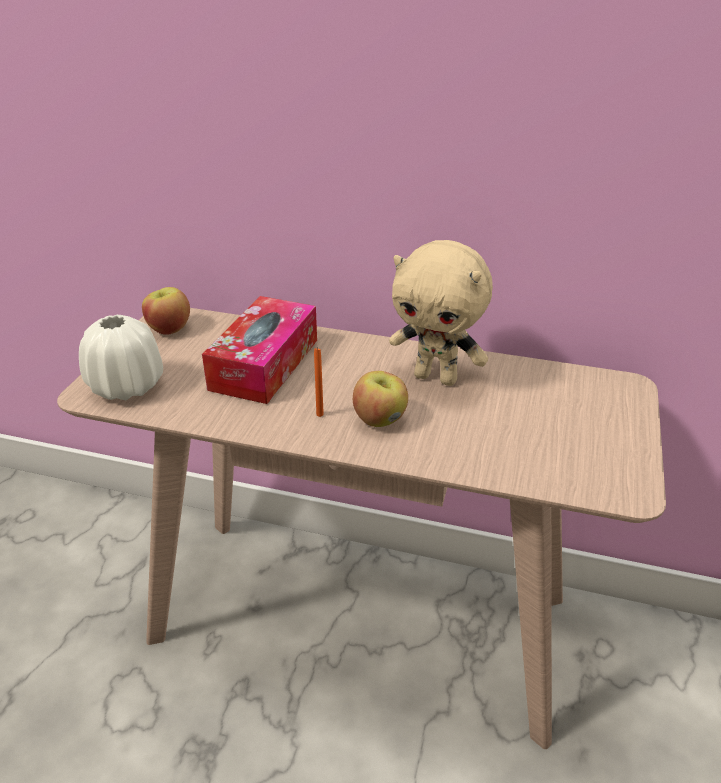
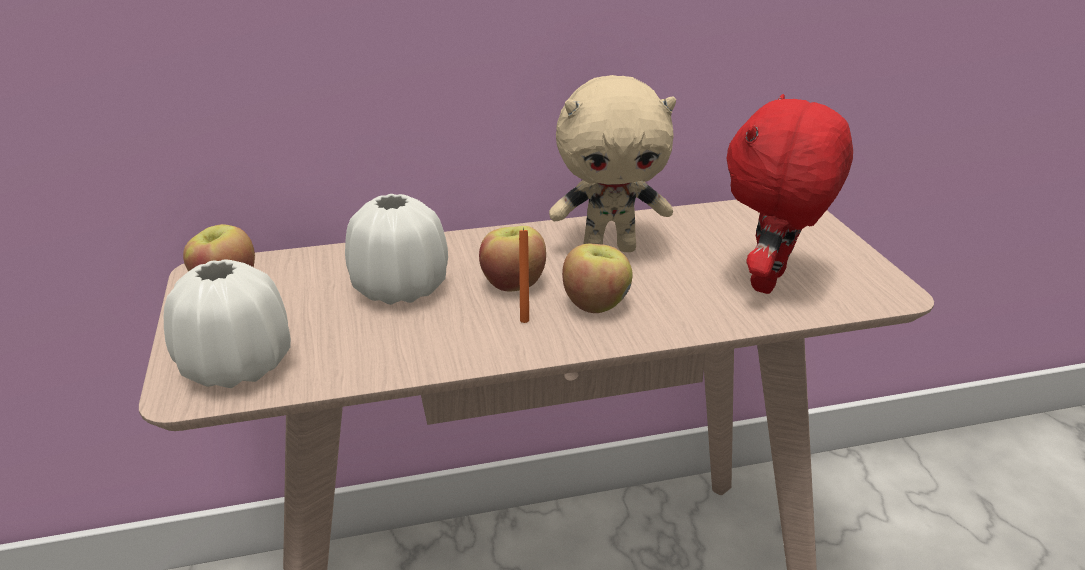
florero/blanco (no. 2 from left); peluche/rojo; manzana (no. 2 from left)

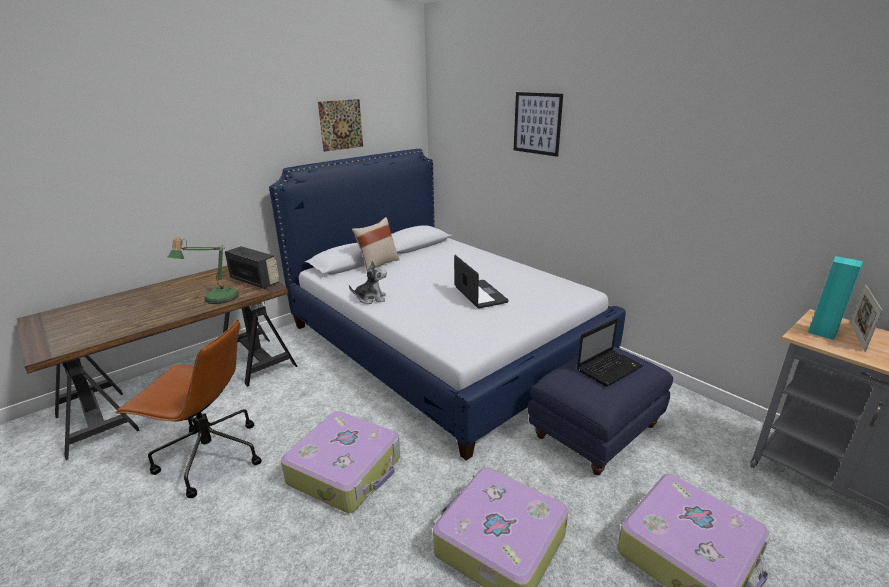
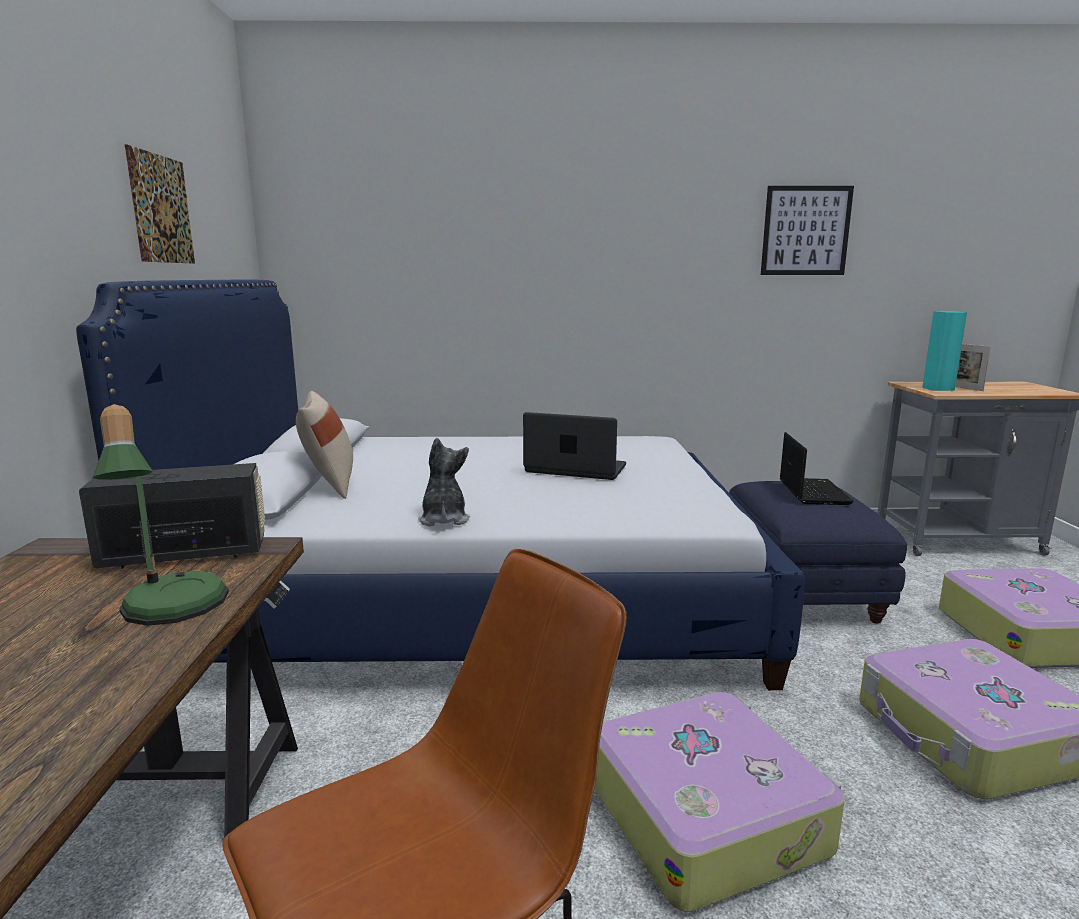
cuadro (no. 2 from left); peluche

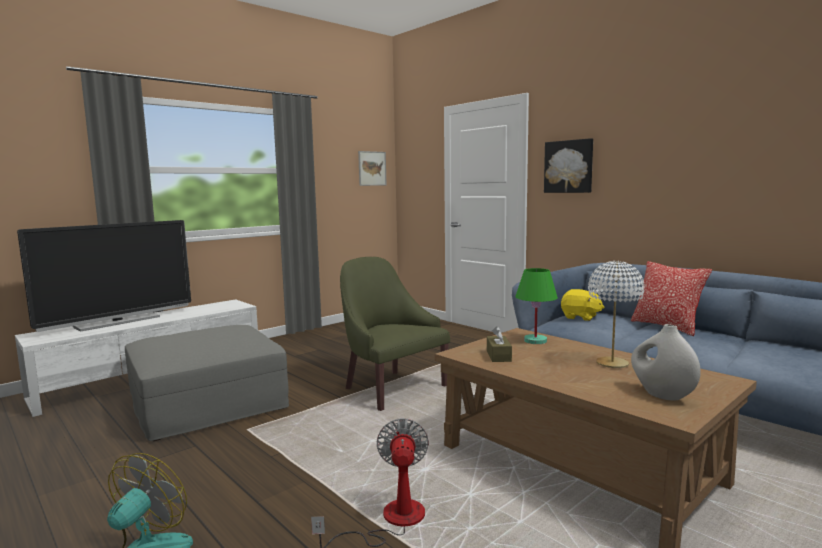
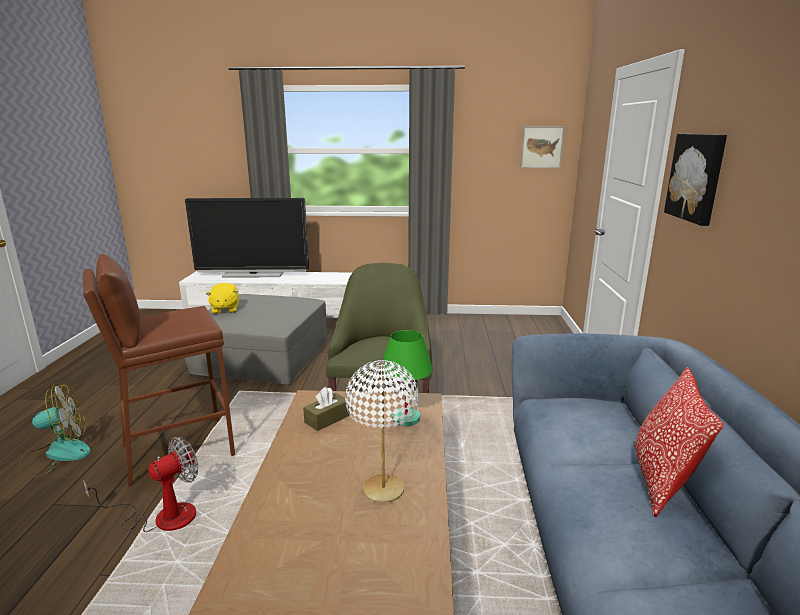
peluche/amarillo; florero/blanco; taburete/marrón

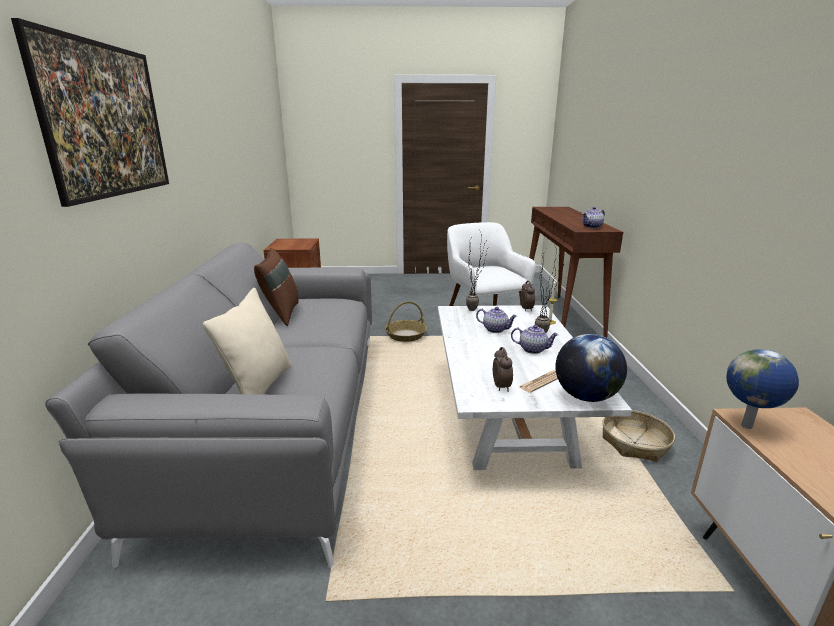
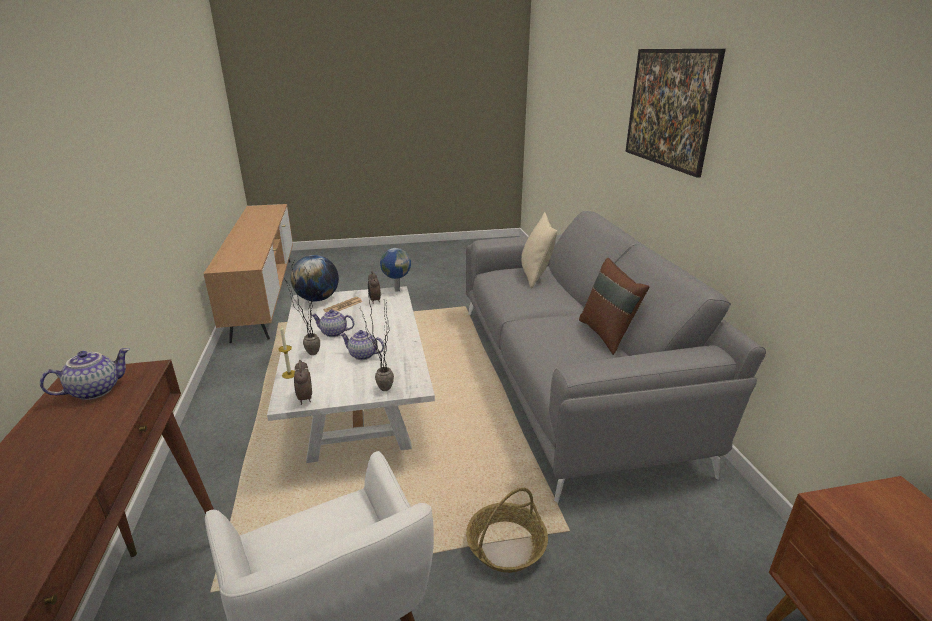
globo terráqueo (no. 2 from left); cesta (no. 2 from left in the first image)

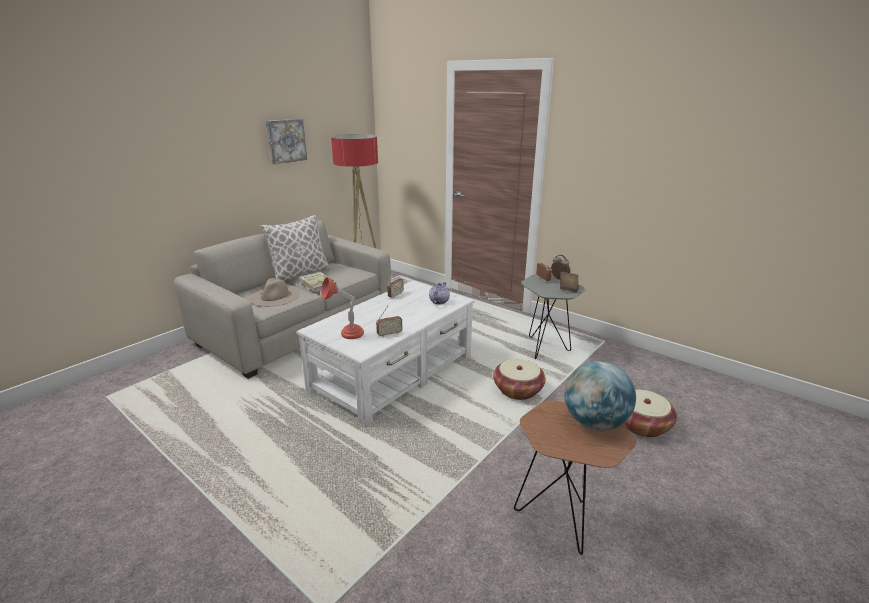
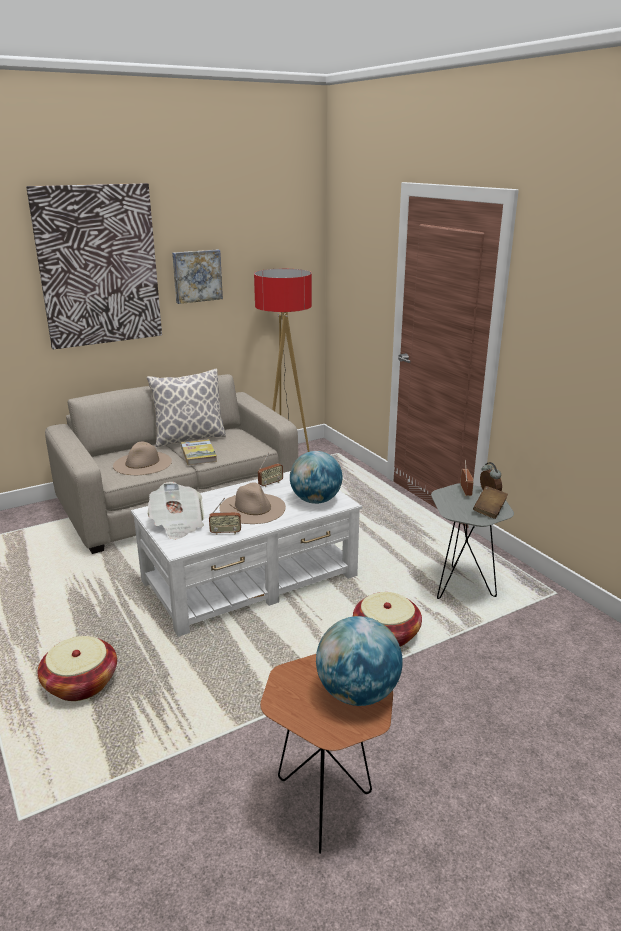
periódico; globo terráqueo (no. 1 from left); cesta (no. 1 from left); cuadro (no. 1 from left); sombrero/beis (no. 2 from left)

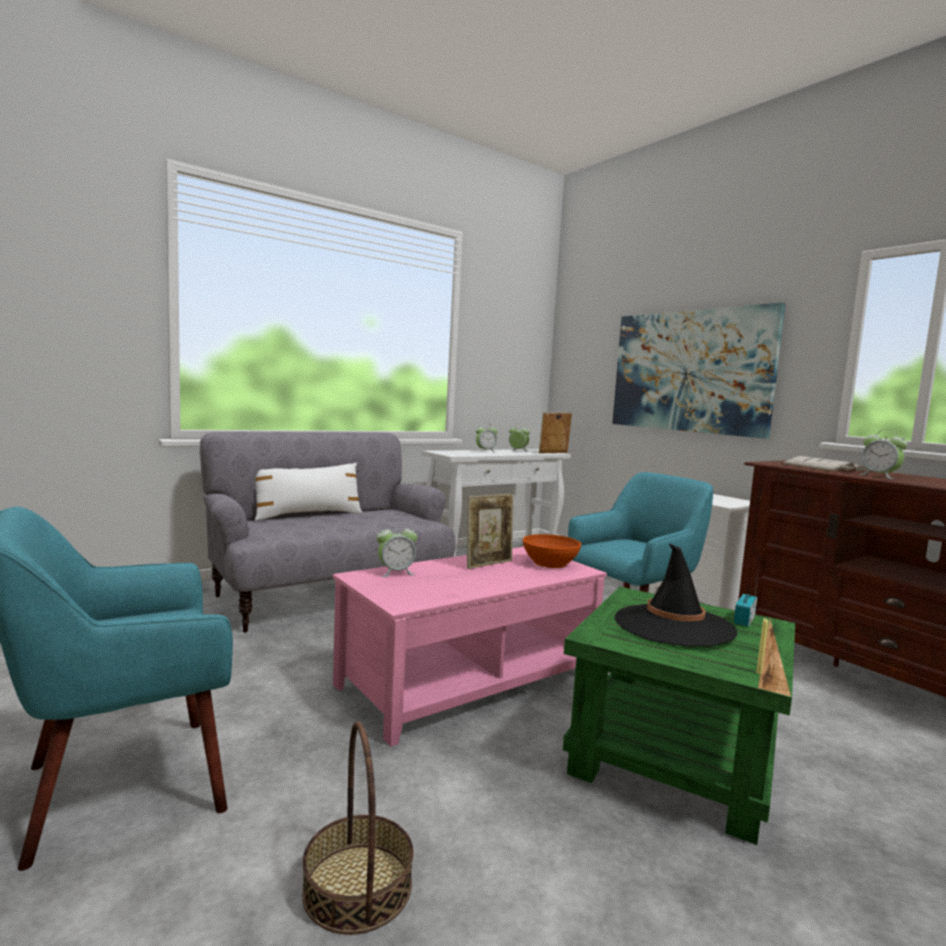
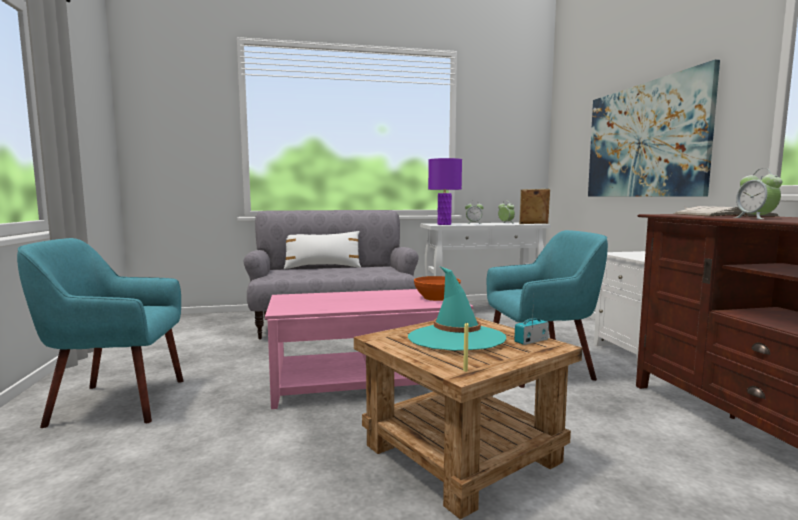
portarretratos (no. 1 from left in the first image); despertador (no. 1 from left in the first image); sombrero/turquesa; mesa auxiliar/marrón; cesta; lámpara de mesa/morado

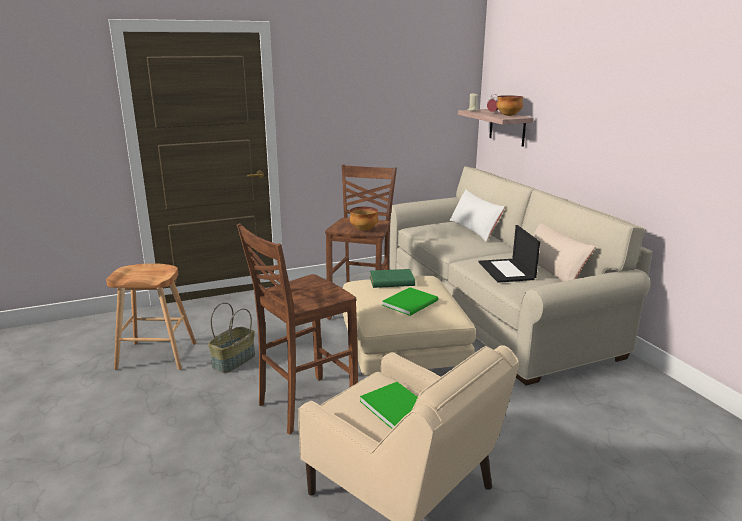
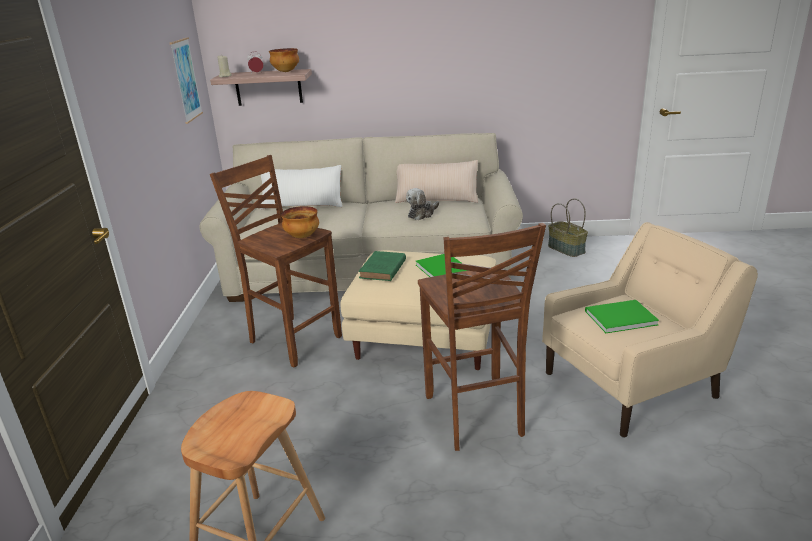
peluche; cesta; cuadro

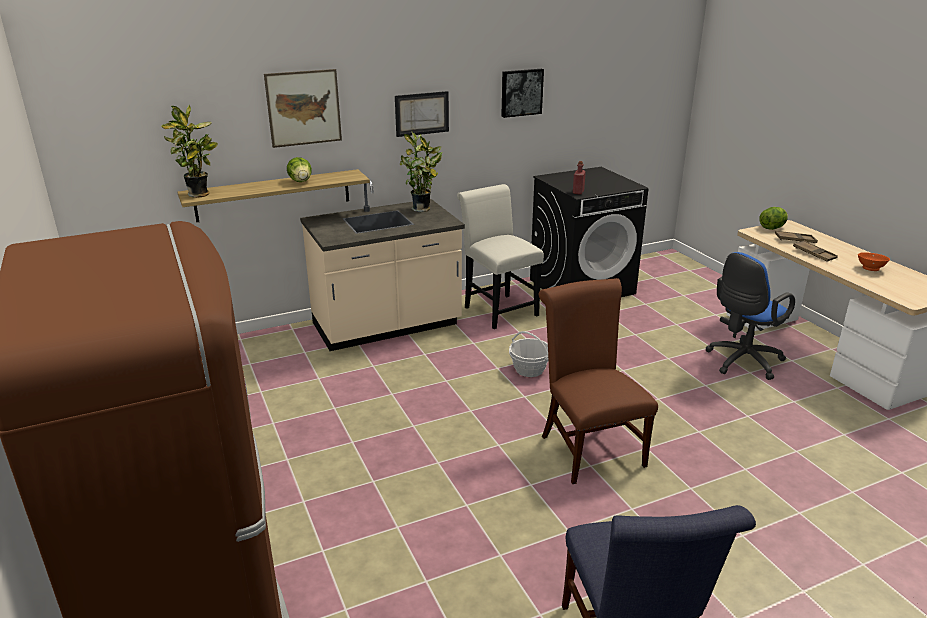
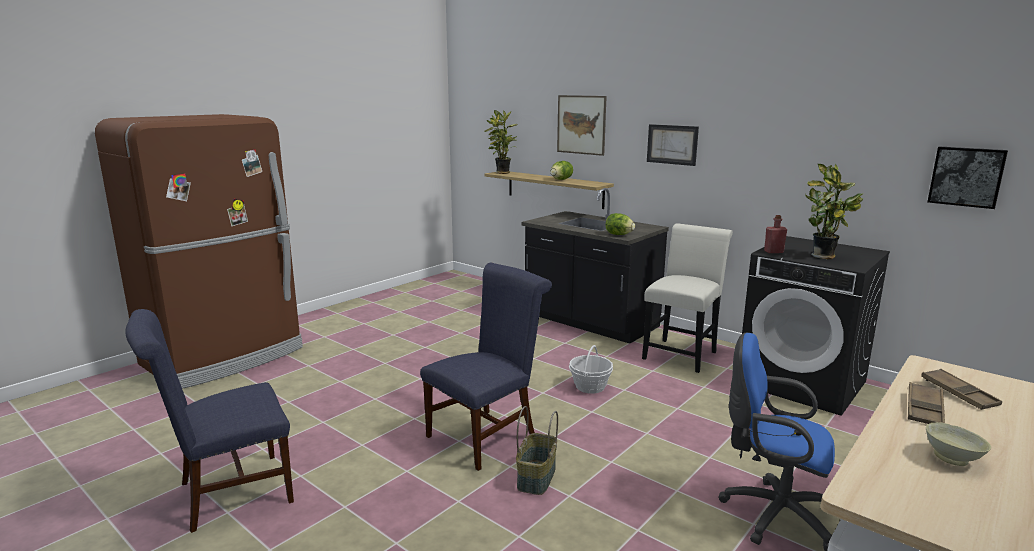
cuadro (no. 3 from left); planta en maceta (no. 2 from left); mueble bajo de cocina/negro; lechuga (no. 2 from left); cuenco/beis; silla/azul (no. 2 from left); cesta (no. 1 from left)

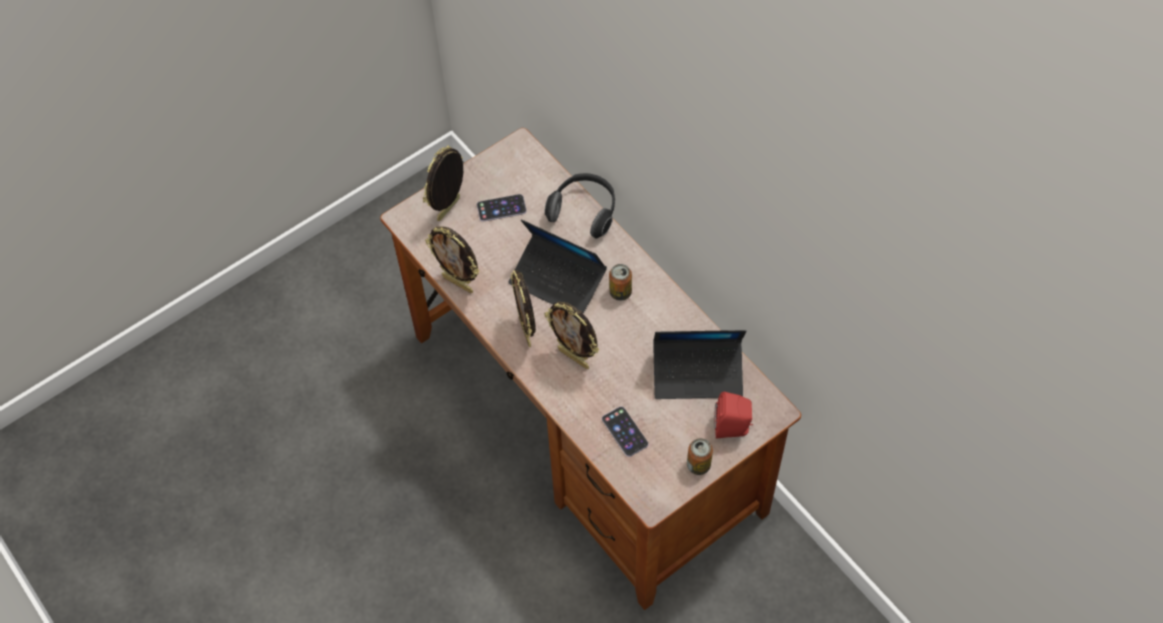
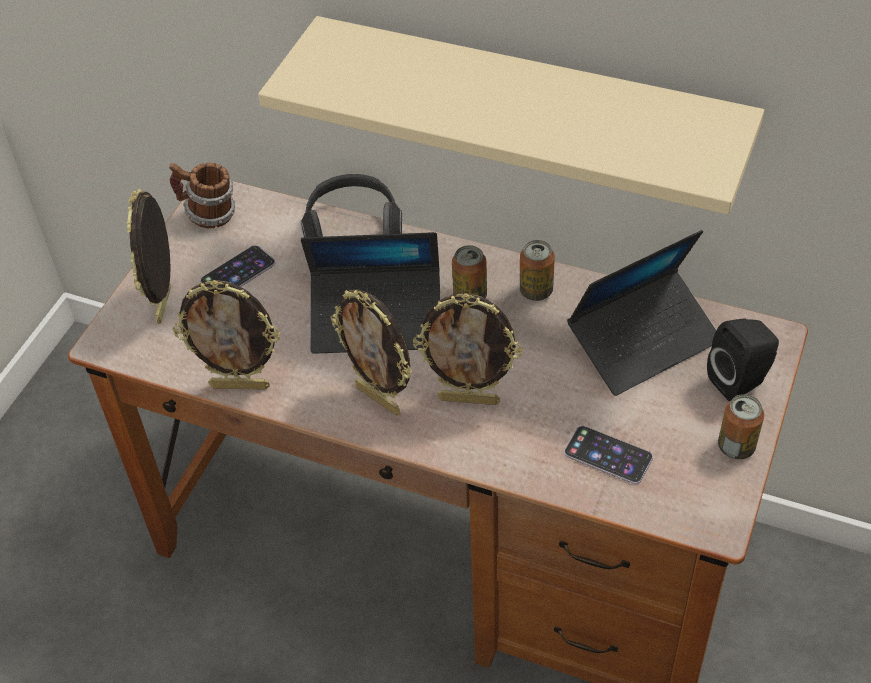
altavoz/negro; estante/beis; taza grande; lata (no. 2 from left)

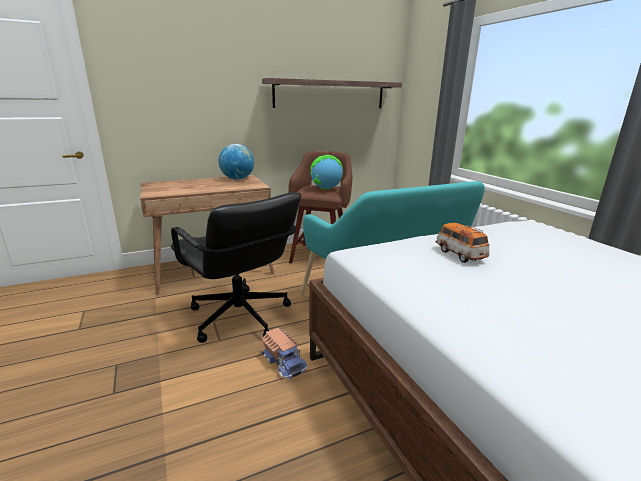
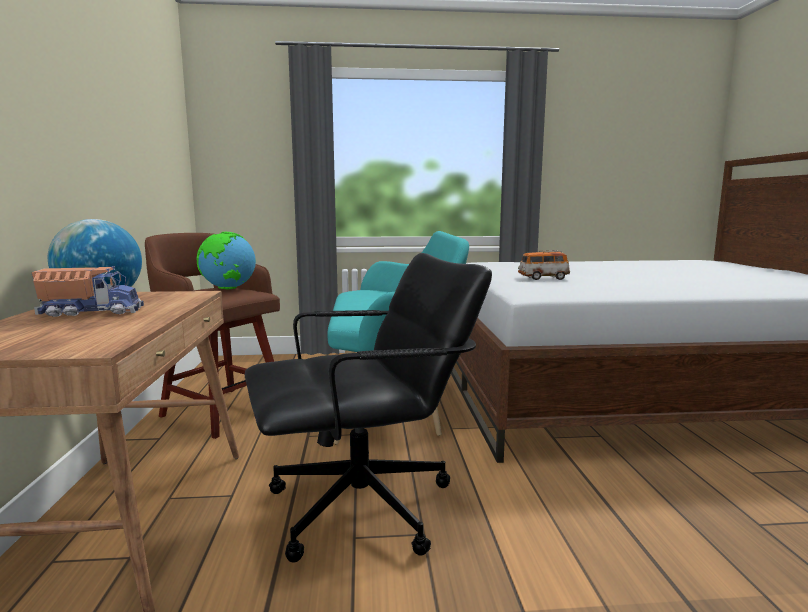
estante; camión de juguete

